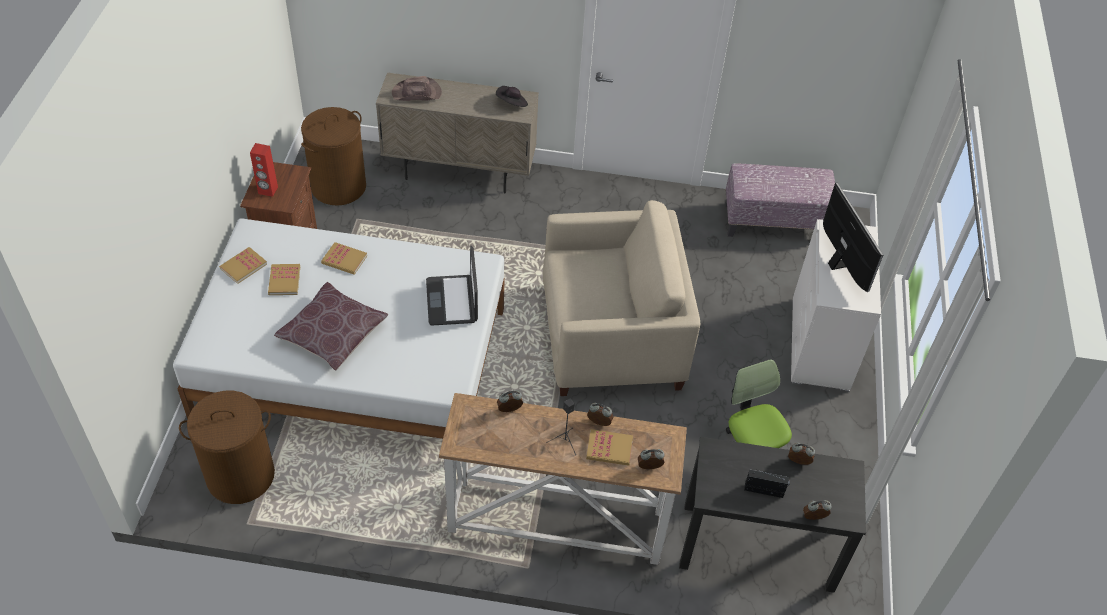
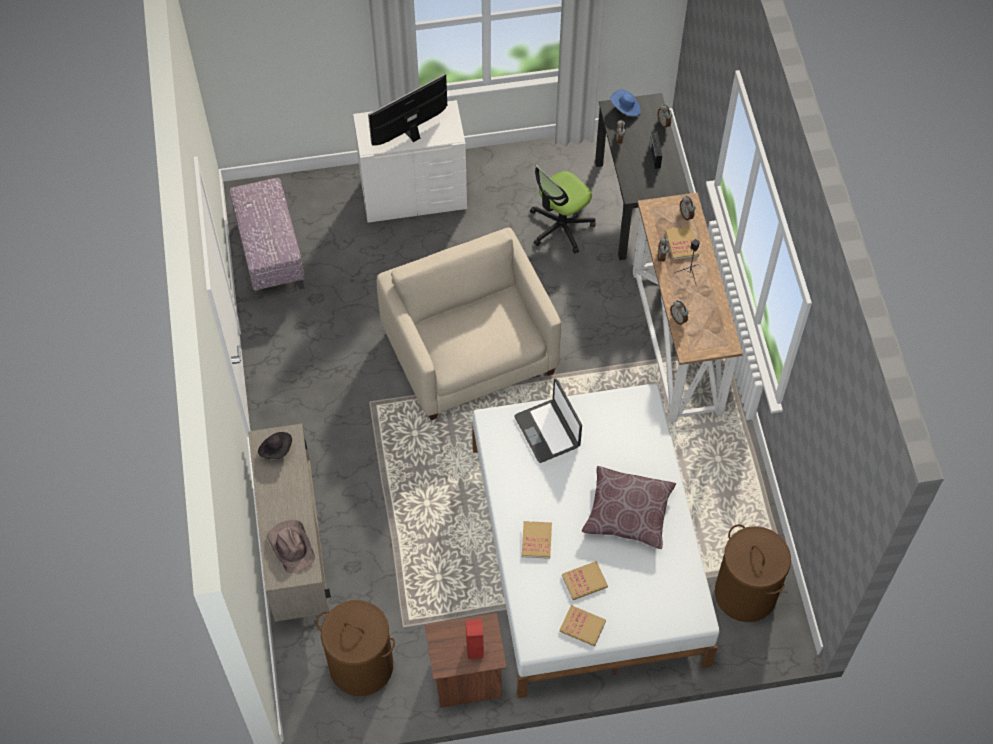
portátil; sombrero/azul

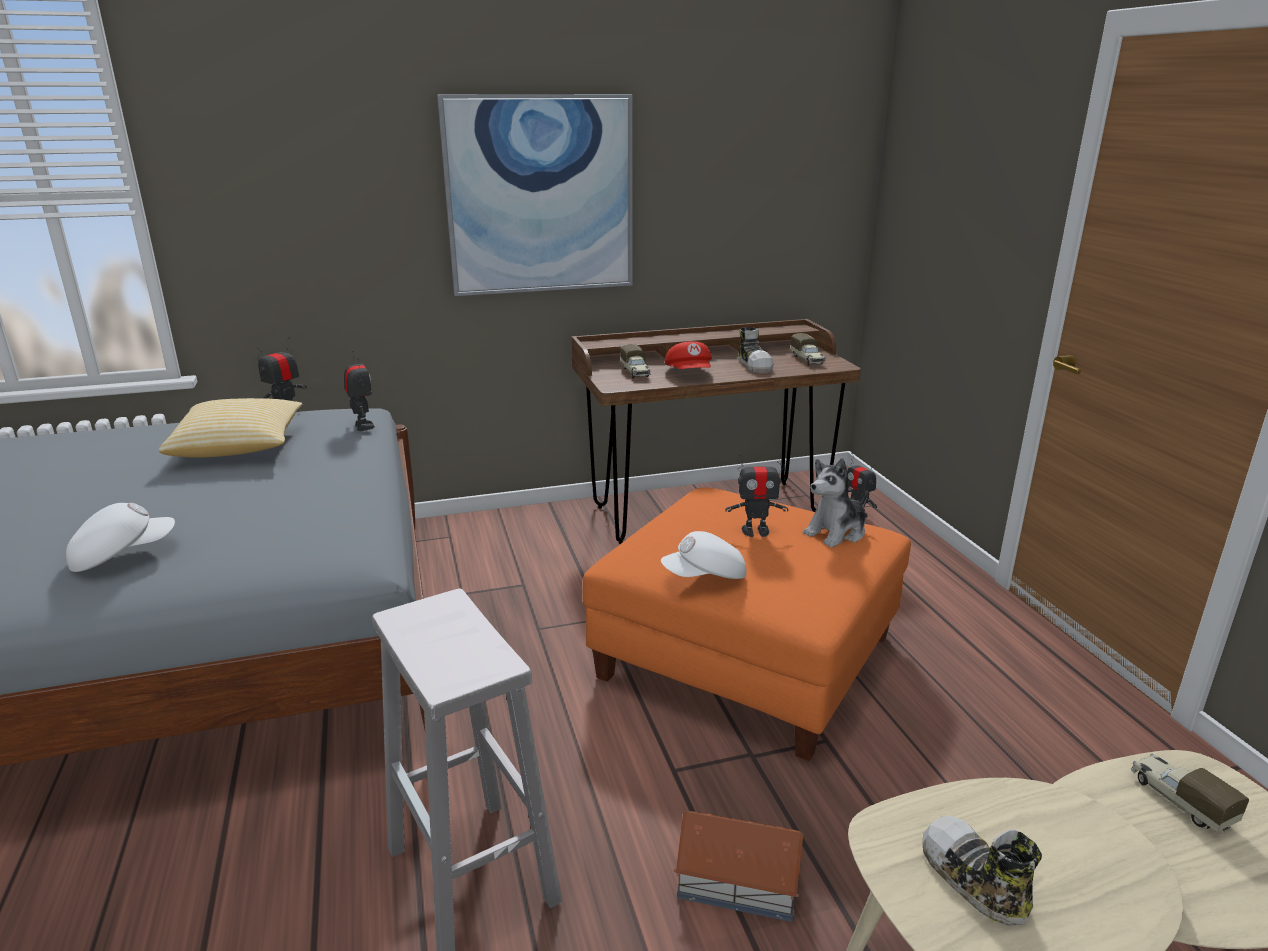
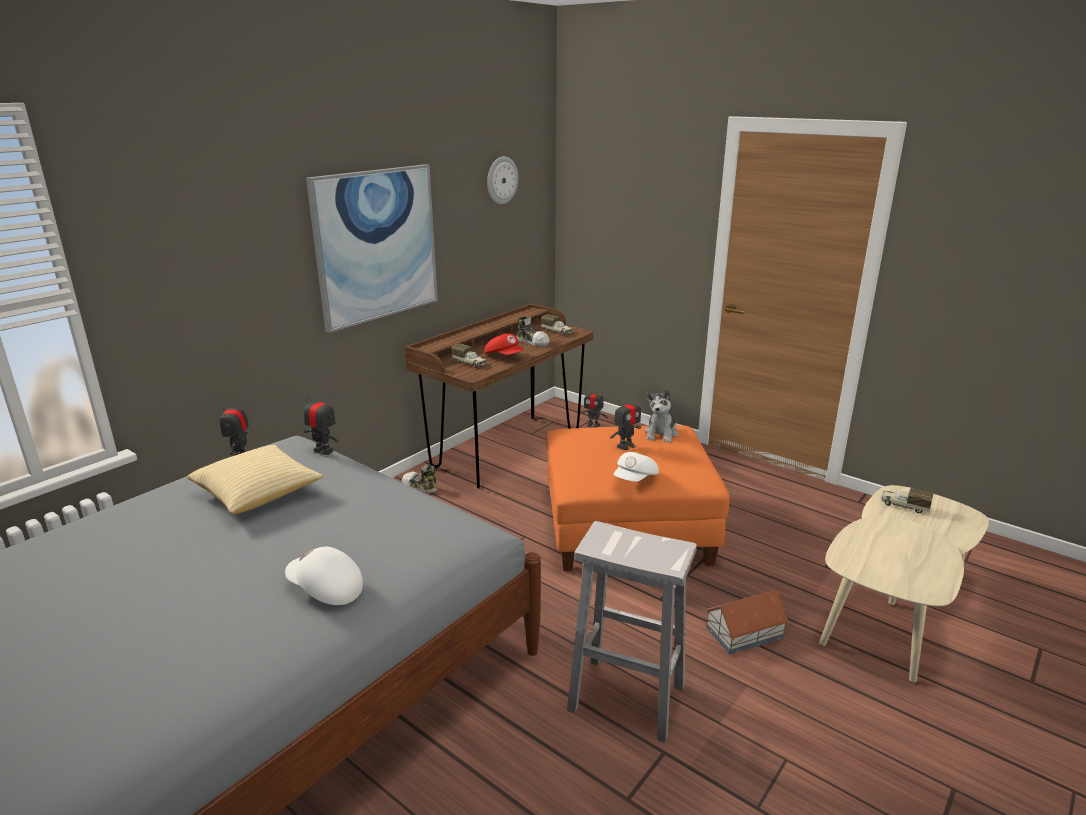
gorra/blanco (no. 1 from left); zapato (no. 1 from left); reloj de pared

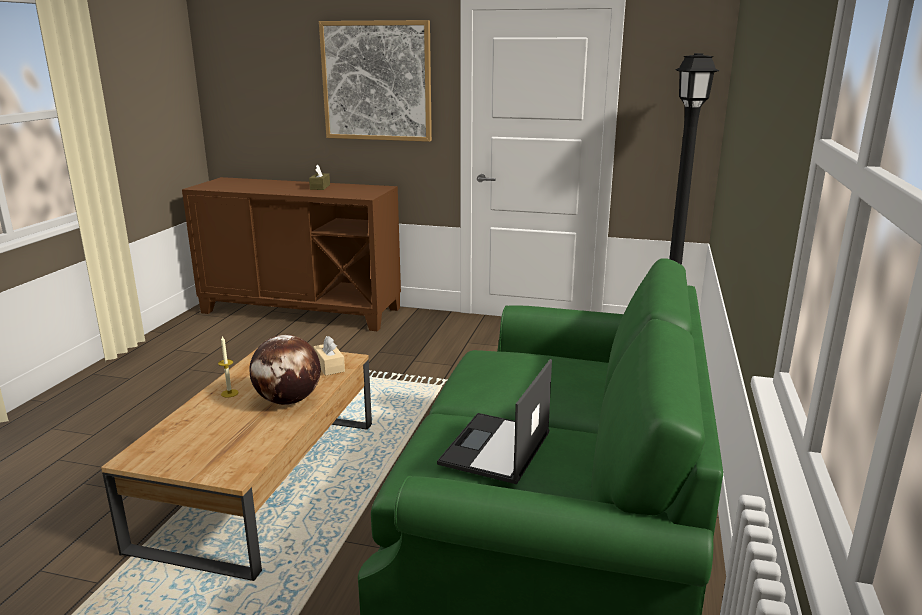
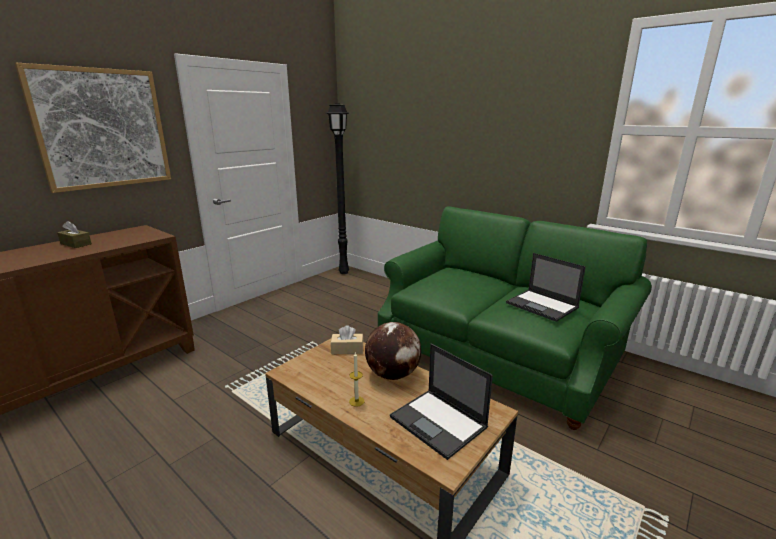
portátil (no. 1 from left)

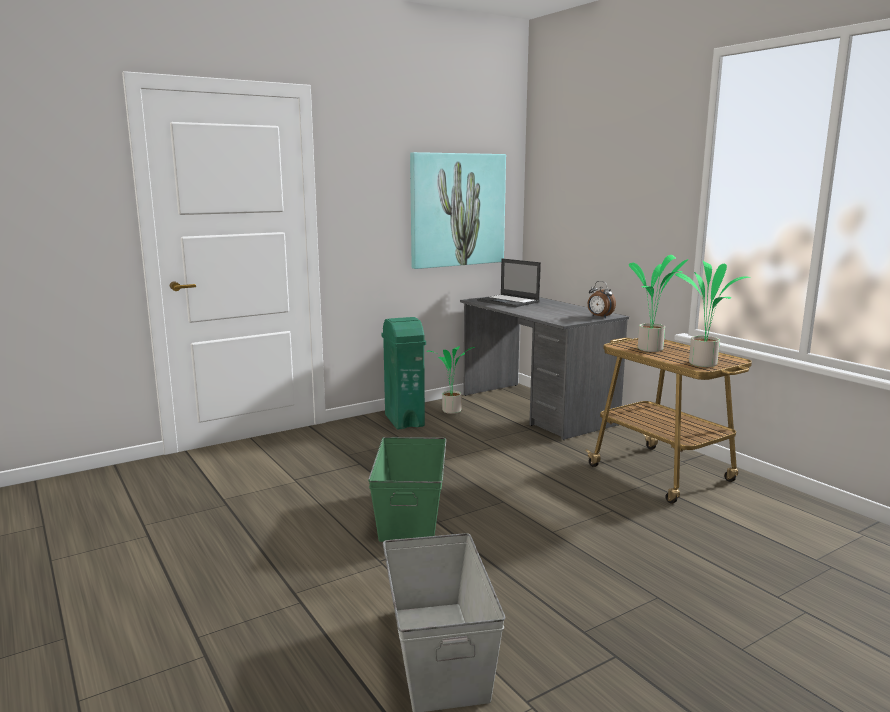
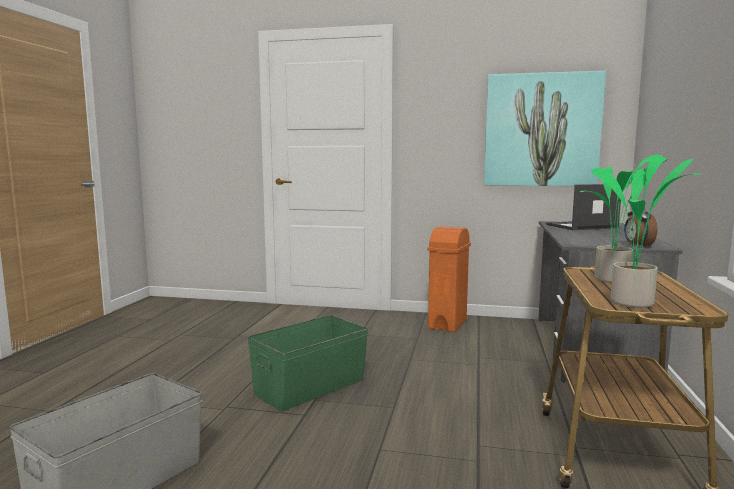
portátil; papelera/naranja; planta en maceta (no. 1 from left in the first image)

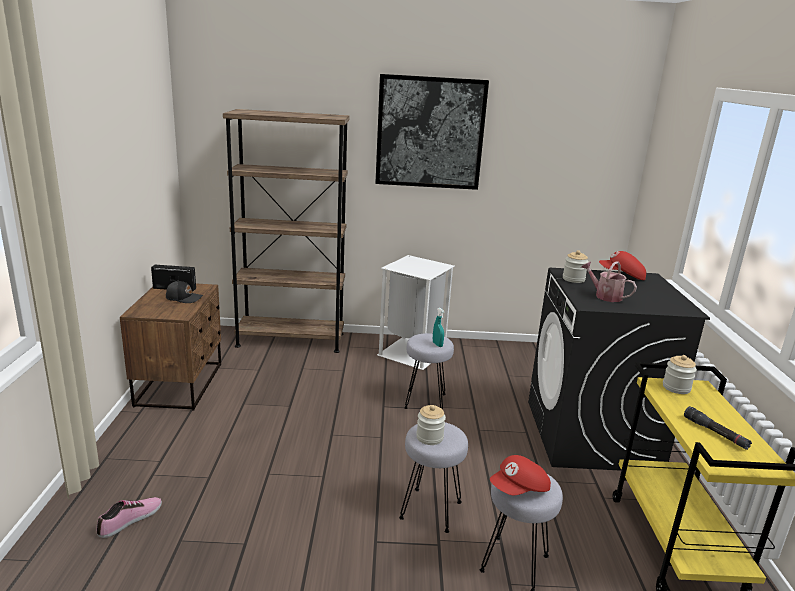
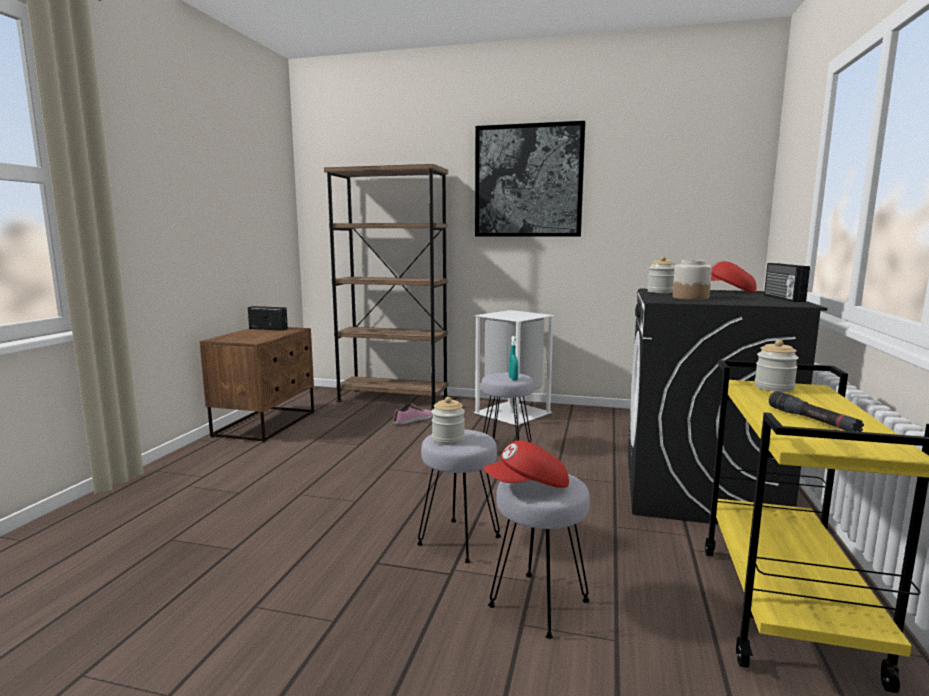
tarro (no. 3 from left); gorra/negro; zapato; radio (no. 2 from left)

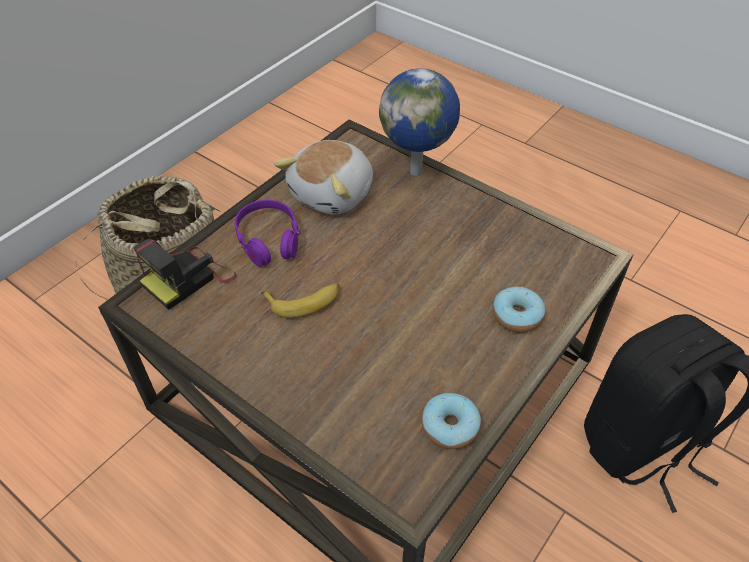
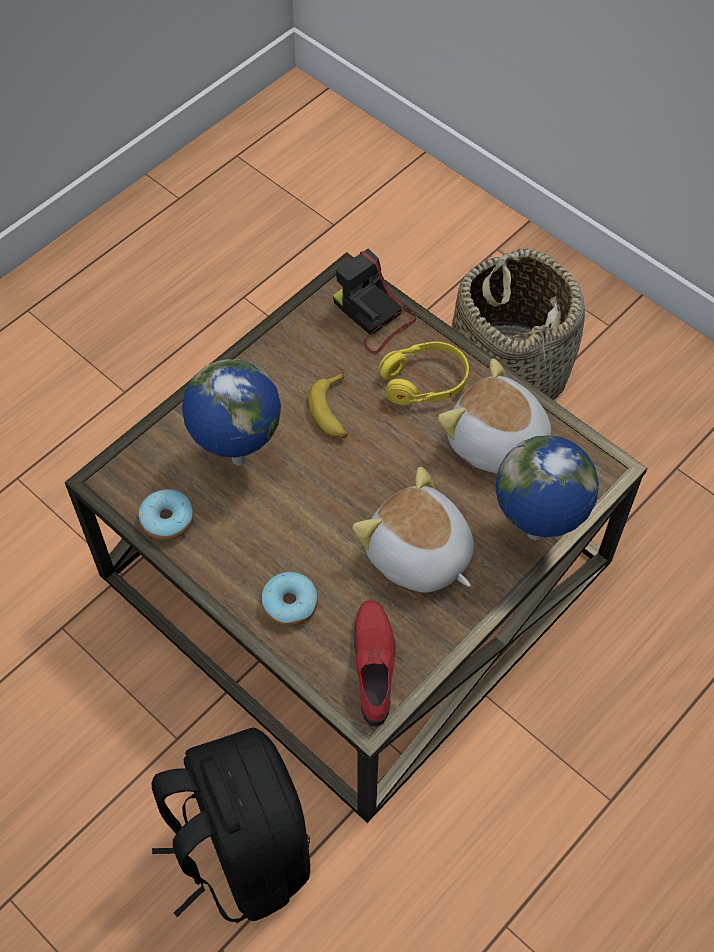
auriculares/amarillo; globo terráqueo (no. 1 from left); peluche (no. 1 from left); zapato/rojo

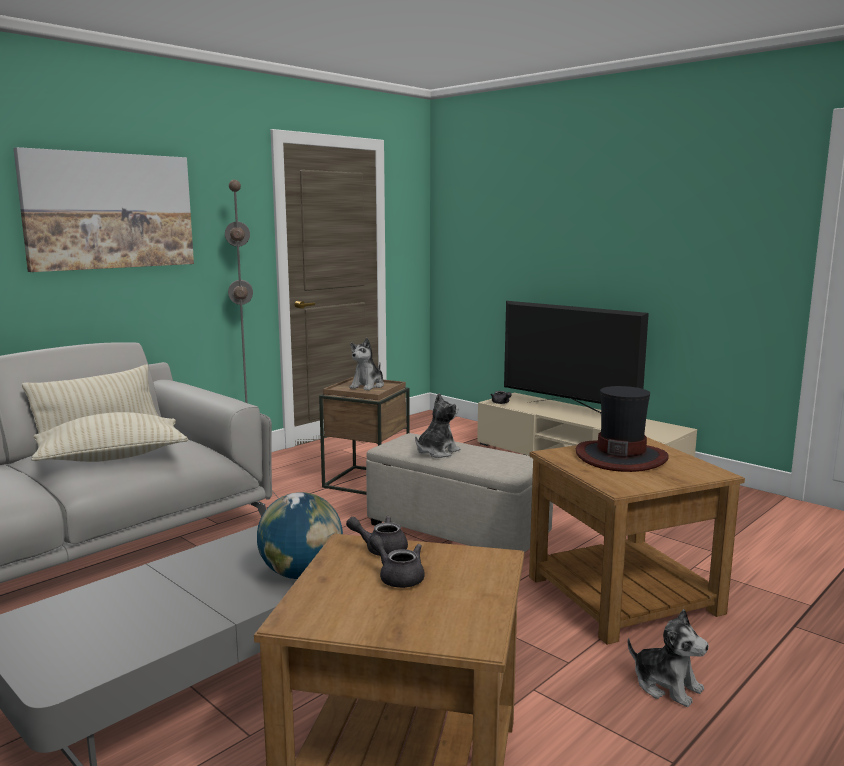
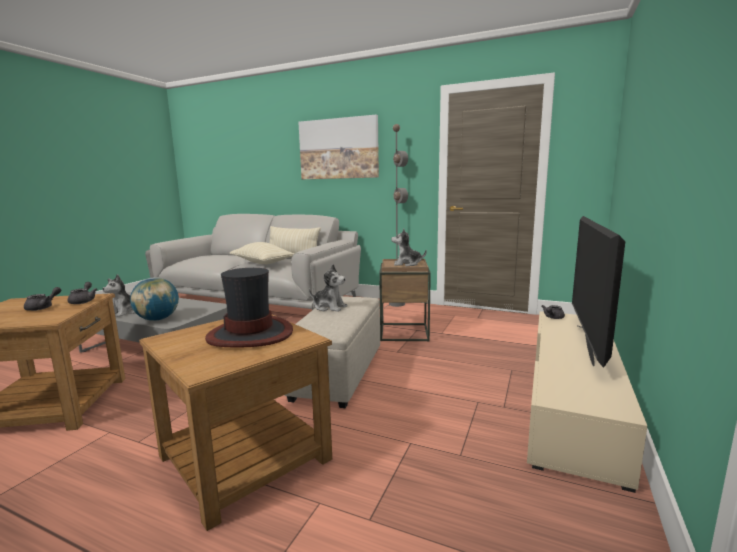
peluche (no. 1 from left)

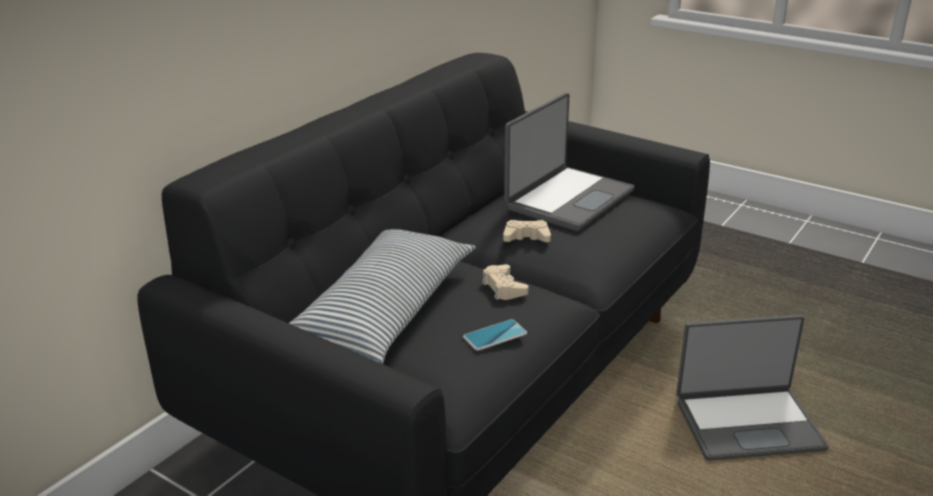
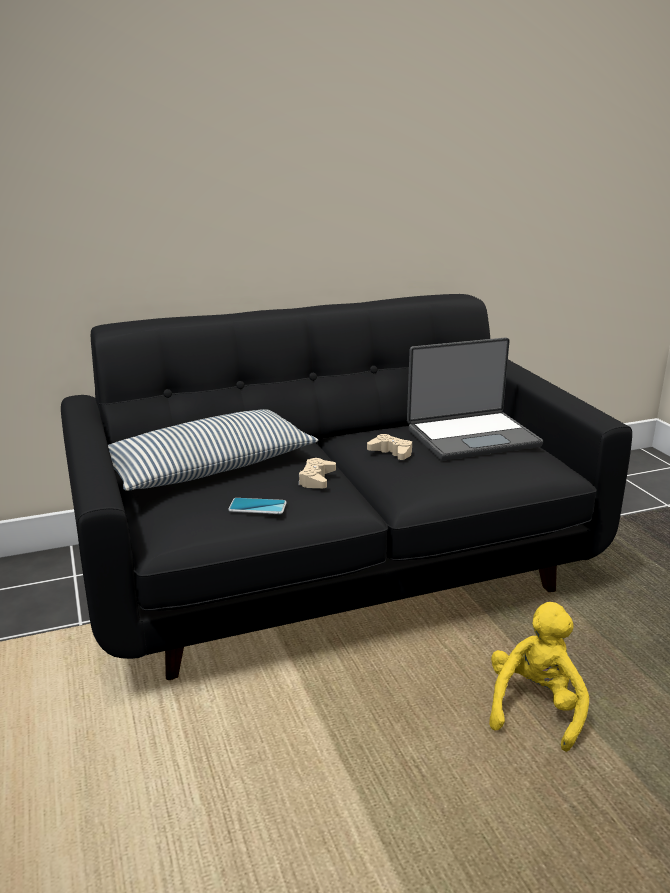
peluche/amarillo

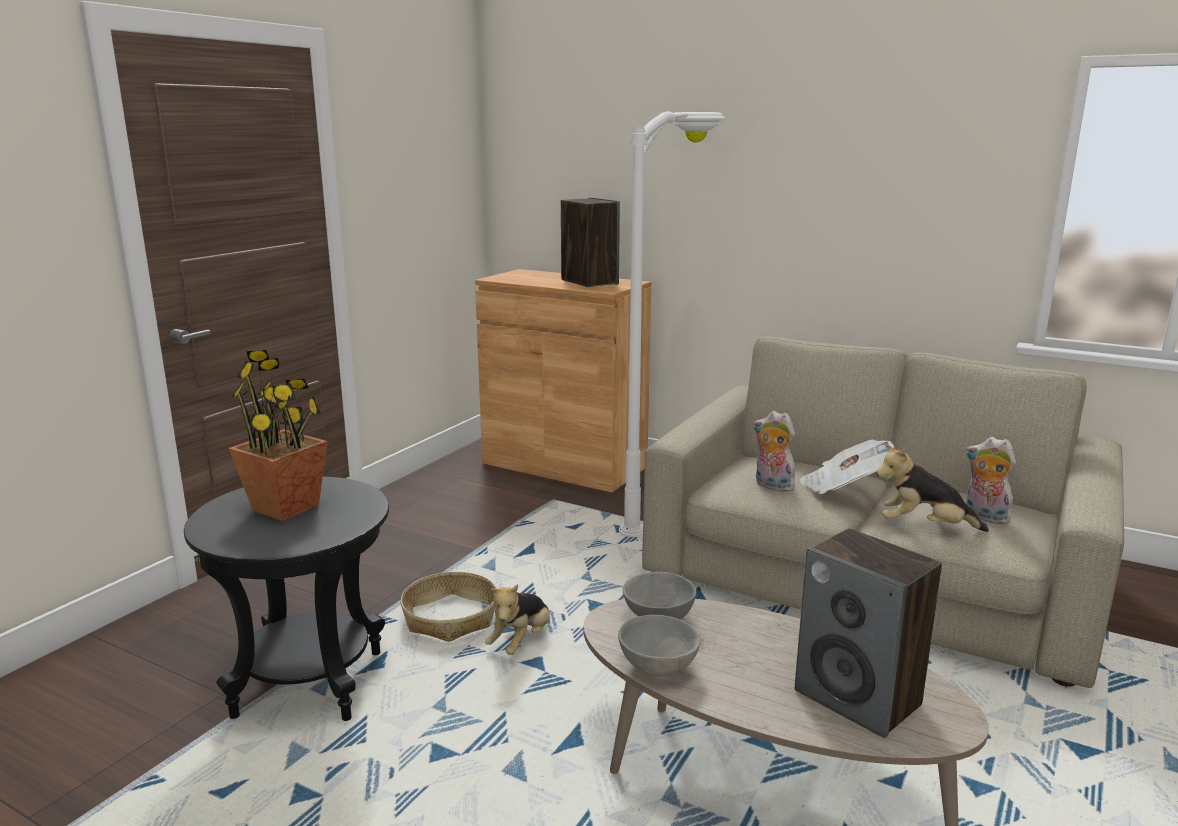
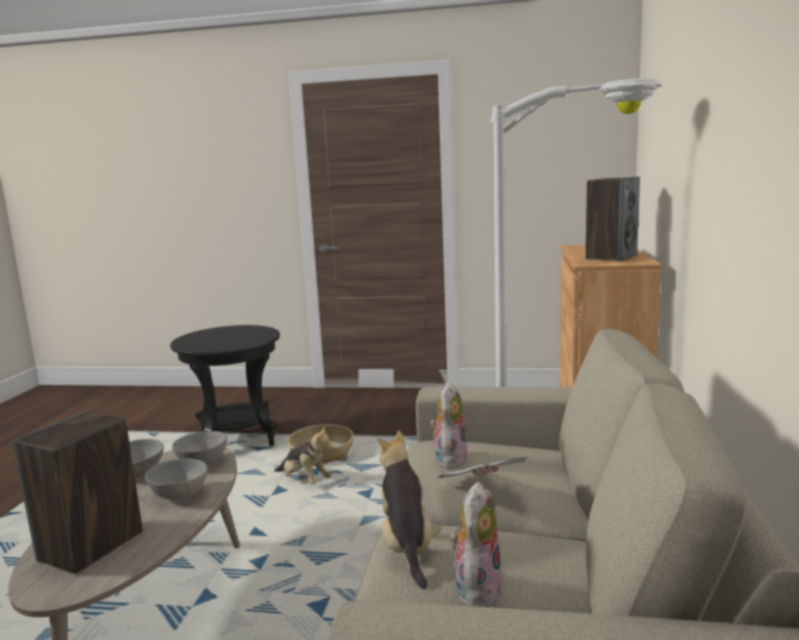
planta en maceta; peluche (no. 1 from left); cuenco/gris (no. 2 from left)

